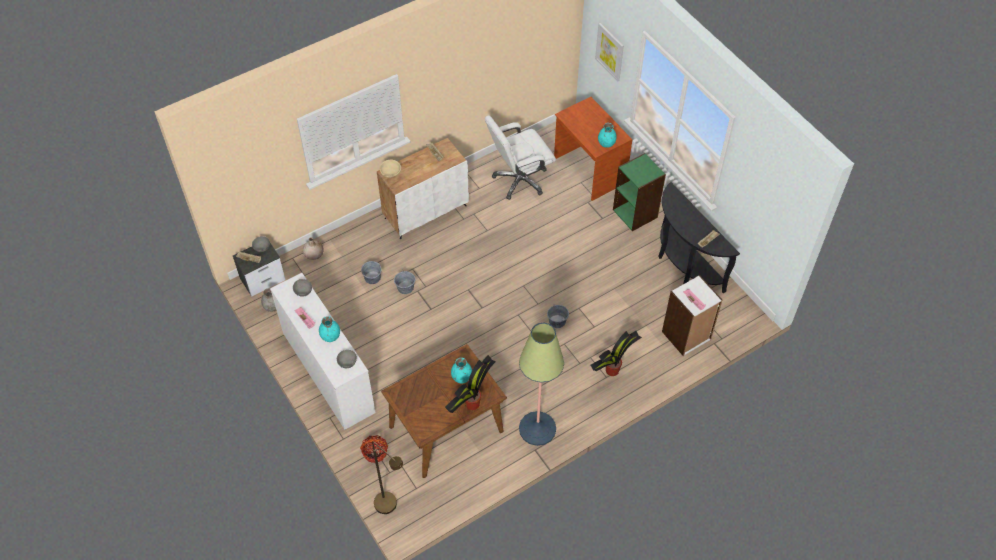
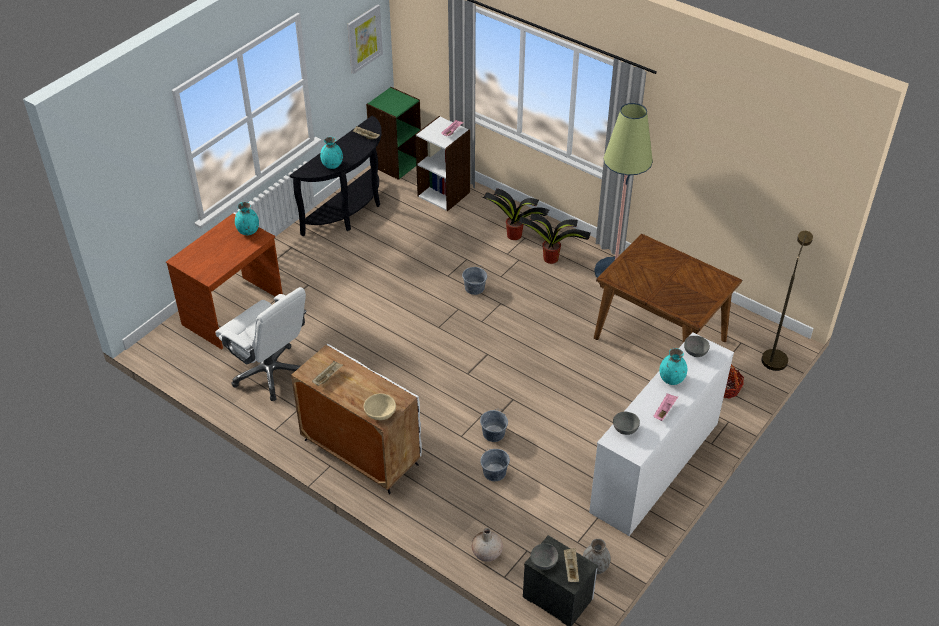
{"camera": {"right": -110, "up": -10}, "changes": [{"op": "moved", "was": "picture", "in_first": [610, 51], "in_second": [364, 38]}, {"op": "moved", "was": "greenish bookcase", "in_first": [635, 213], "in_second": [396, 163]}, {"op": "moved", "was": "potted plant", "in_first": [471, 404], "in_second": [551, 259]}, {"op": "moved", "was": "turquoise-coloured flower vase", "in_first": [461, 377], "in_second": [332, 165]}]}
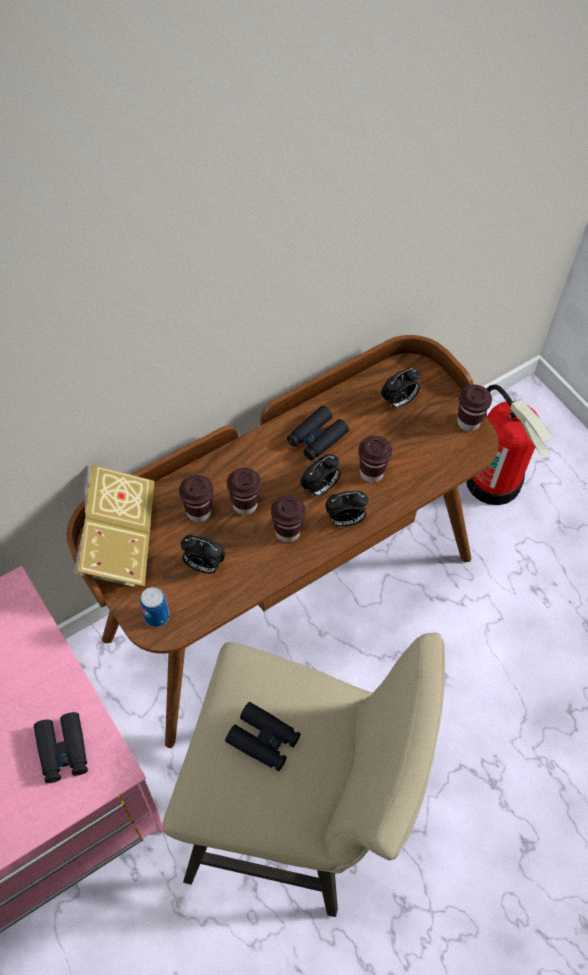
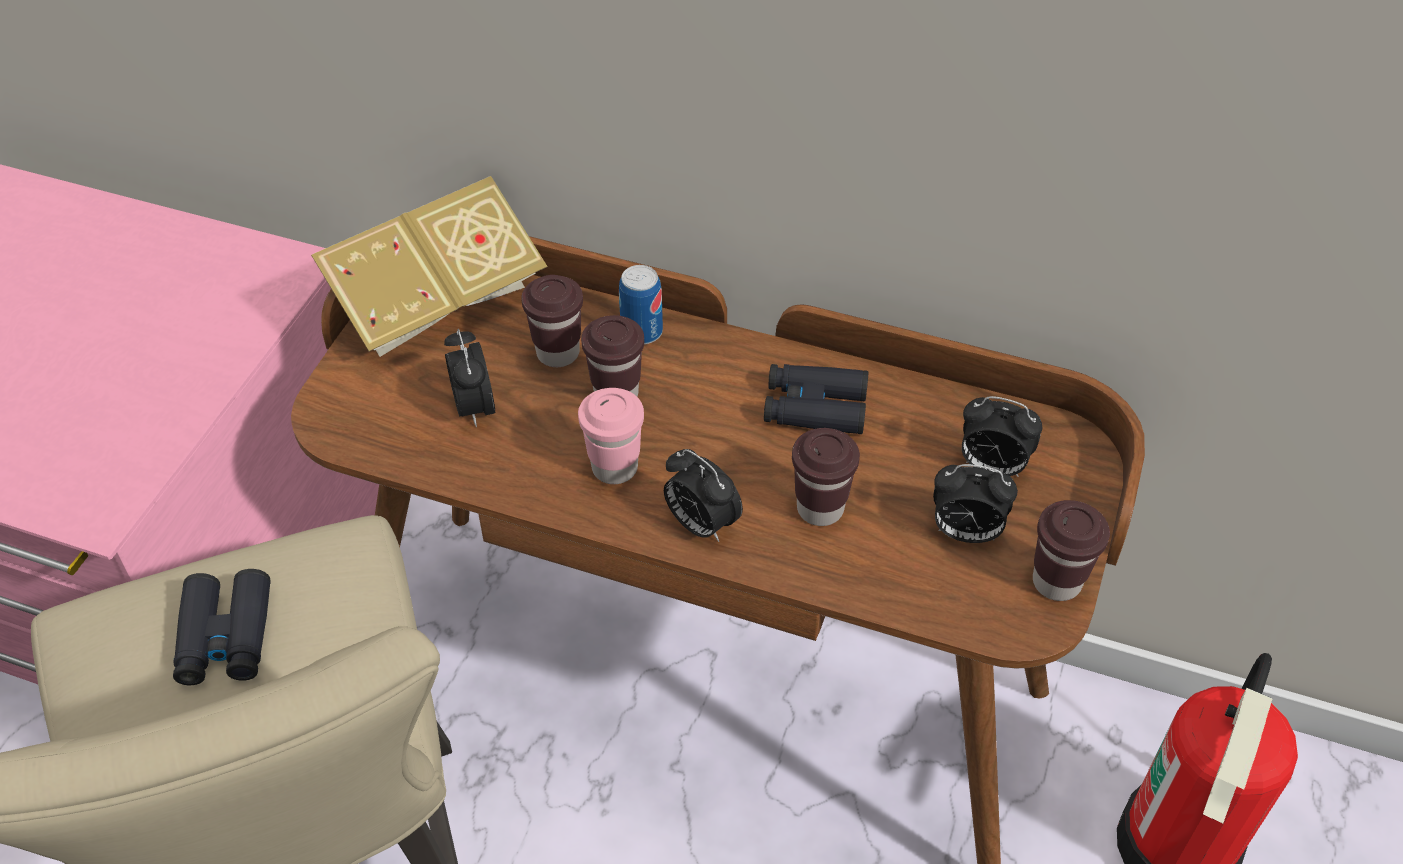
{"camera": {"right": 55, "up": -10}, "changes": [{"op": "moved", "was": "alarm clock", "in_first": [320, 488], "in_second": [965, 532]}, {"op": "recoloured", "was": "brown-coloured cup", "now": "pink cup", "in_first": [287, 532], "in_second": [614, 468]}, {"op": "moved", "was": "metal can", "in_first": [156, 616], "in_second": [642, 332]}, {"op": "removed", "was": "black-coloured pair of binoculars", "in_first": [63, 750]}]}
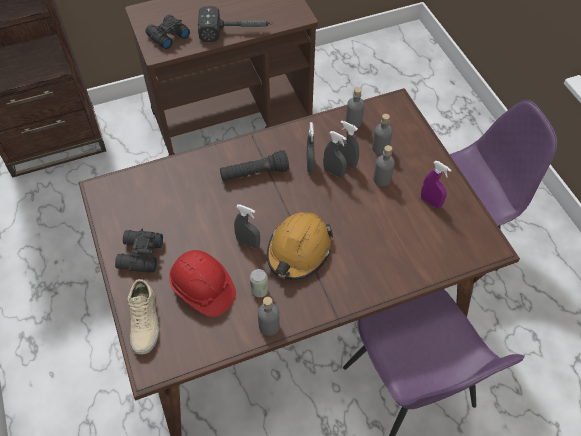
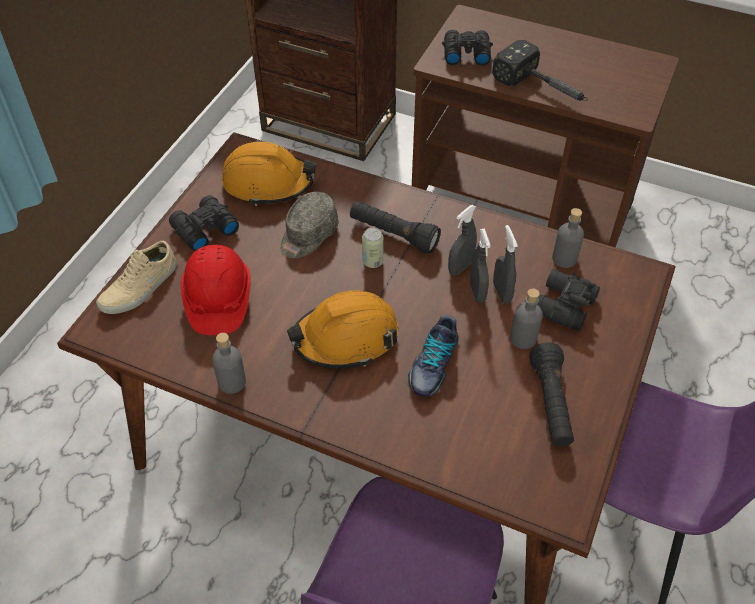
{"camera": {"right": 45, "up": -5}, "changes": [{"op": "replaced", "was": "gray bottle", "now": "black-coloured pair of binoculars", "in_first": [380, 148], "in_second": [562, 306]}, {"op": "replaced", "was": "purple-coloured sprayer", "now": "black-coloured flashlight", "in_first": [430, 202], "in_second": [551, 404]}, {"op": "removed", "was": "gray sprayer", "in_first": [248, 243]}, {"op": "moved", "was": "metal can", "in_first": [259, 290], "in_second": [372, 261]}, {"op": "added", "now": "orangey safety helmet", "in_second": [268, 183]}, {"op": "added", "now": "gray peaked cap", "in_second": [308, 235]}, {"op": "added", "now": "item of footwear", "in_second": [432, 364]}]}
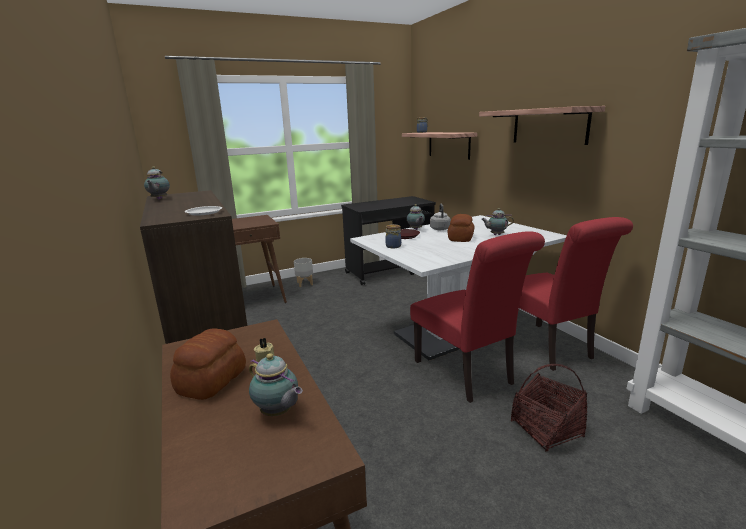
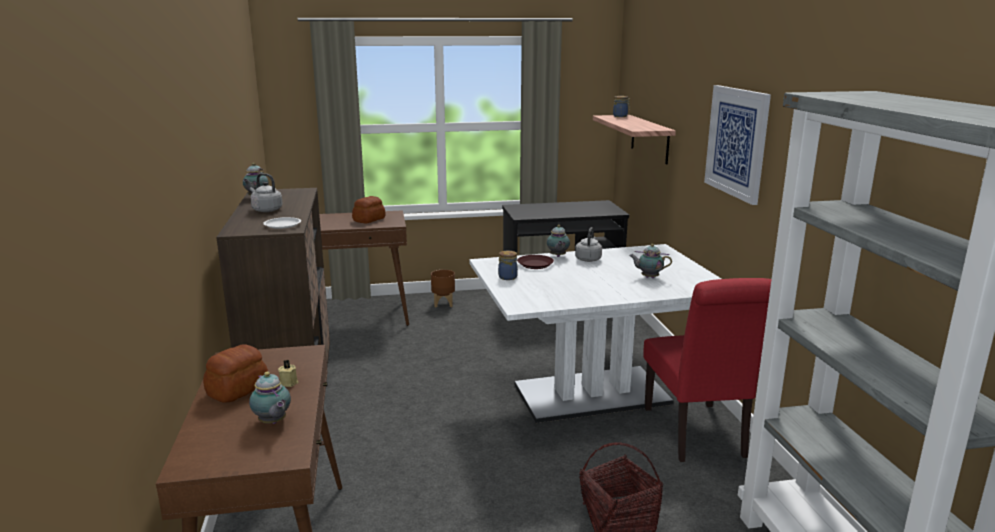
{"camera": {"right": 15, "up": 0}, "changes": [{"op": "replaced", "was": "wall shelf", "now": "picture", "in_first": [549, 126], "in_second": [736, 142]}, {"op": "moved", "was": "baked bread", "in_first": [461, 238], "in_second": [369, 220]}, {"op": "removed", "was": "red-coloured chair", "in_first": [467, 374]}, {"op": "recoloured", "was": "gray planter", "now": "brown-coloured planter", "in_first": [304, 283], "in_second": [443, 303]}, {"op": "added", "now": "gray water kettle", "in_second": [266, 210]}]}
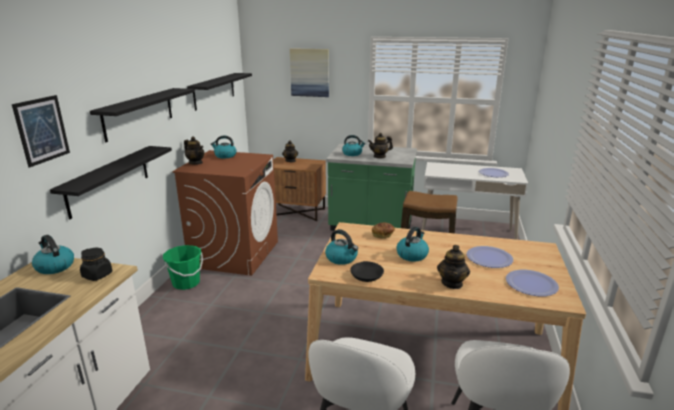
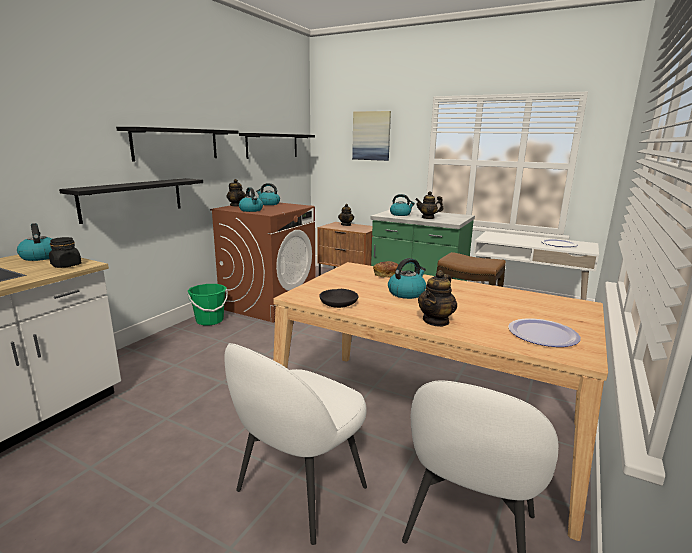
{"camera": {"right": 15, "up": -5}, "changes": [{"op": "removed", "was": "picture", "in_first": [42, 130]}, {"op": "moved", "was": "water kettle", "in_first": [342, 258], "in_second": [251, 210]}, {"op": "removed", "was": "plate", "in_first": [489, 258]}]}
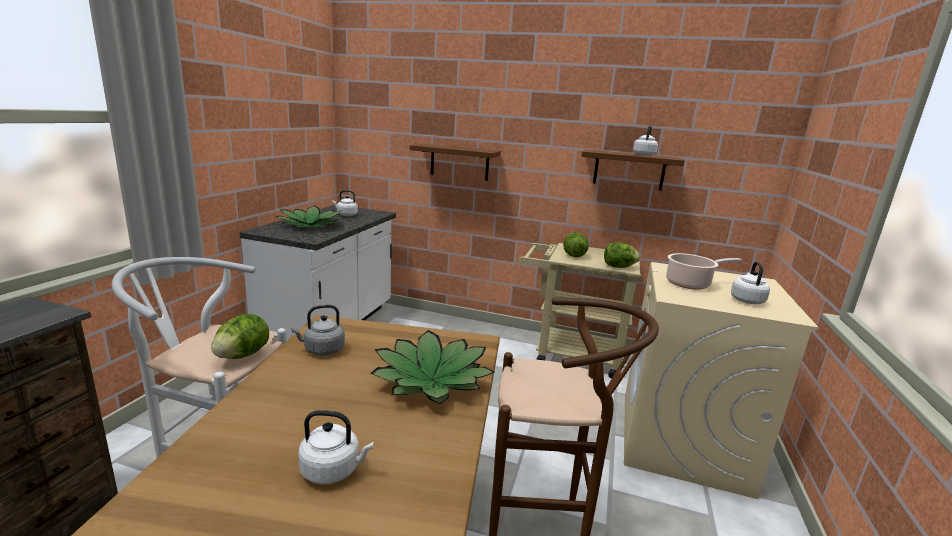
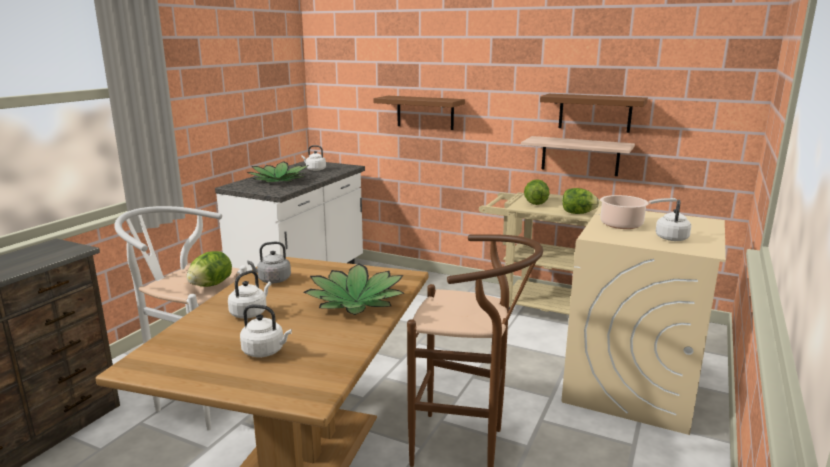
{"camera": {"right": 10, "up": 0}, "changes": [{"op": "moved", "was": "white water kettle", "in_first": [644, 155], "in_second": [250, 313]}, {"op": "added", "now": "wall shelf", "in_second": [580, 156]}]}
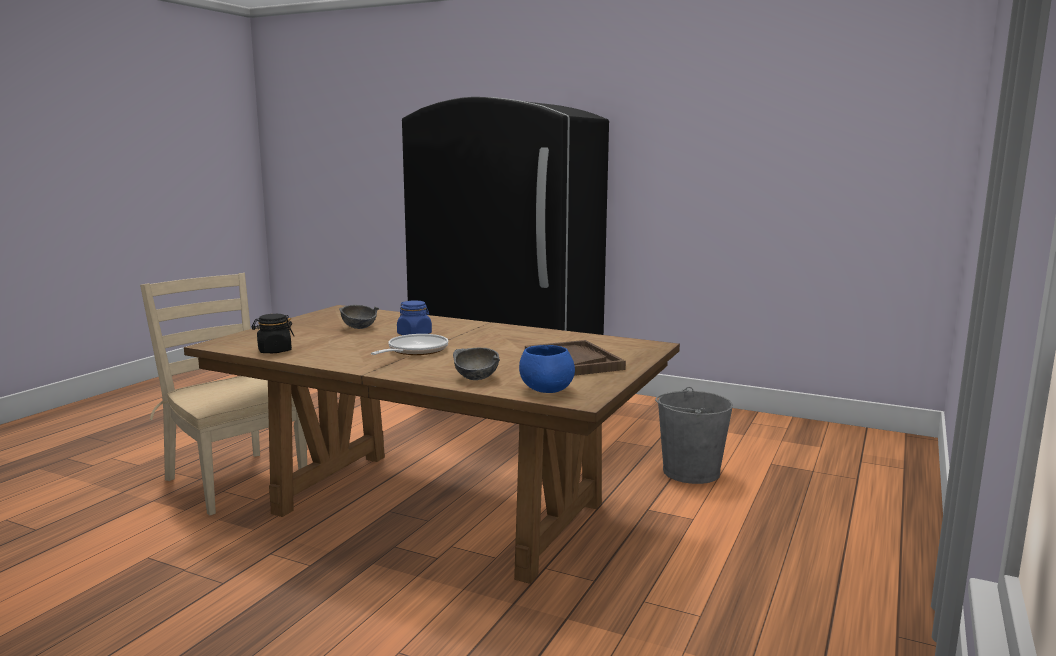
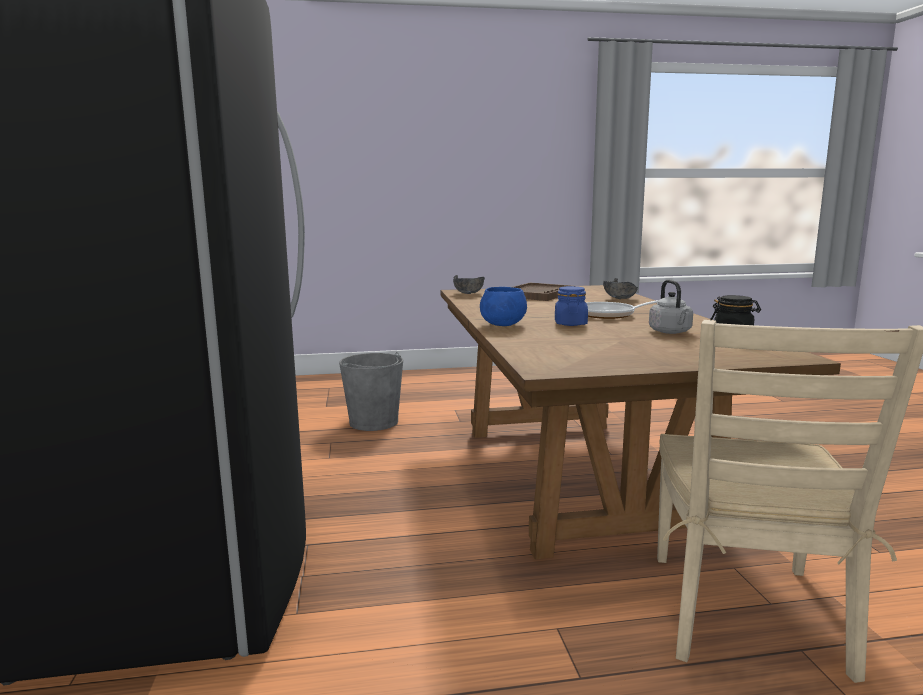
{"camera": {"right": -125, "up": 0}, "changes": [{"op": "moved", "was": "gray bowl", "in_first": [359, 327], "in_second": [468, 293]}, {"op": "moved", "was": "blue-coloured bowl", "in_first": [546, 390], "in_second": [502, 325]}, {"op": "added", "now": "gray water kettle", "in_second": [671, 332]}]}
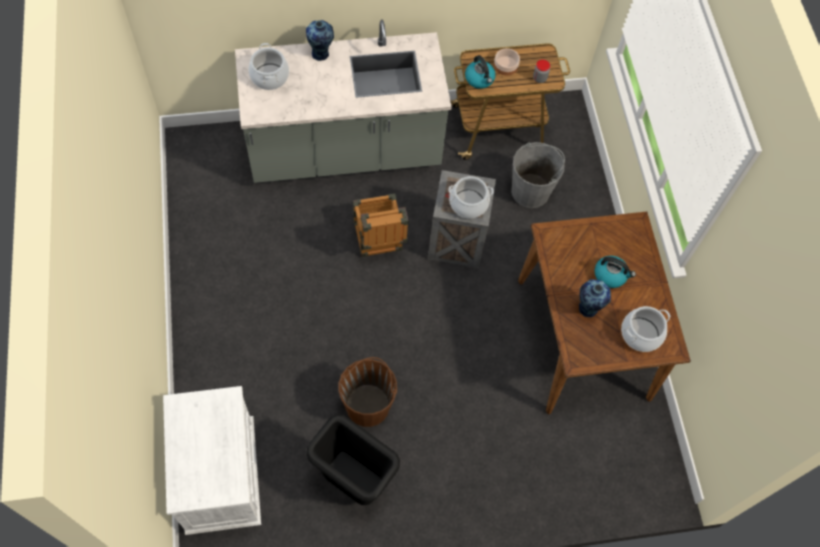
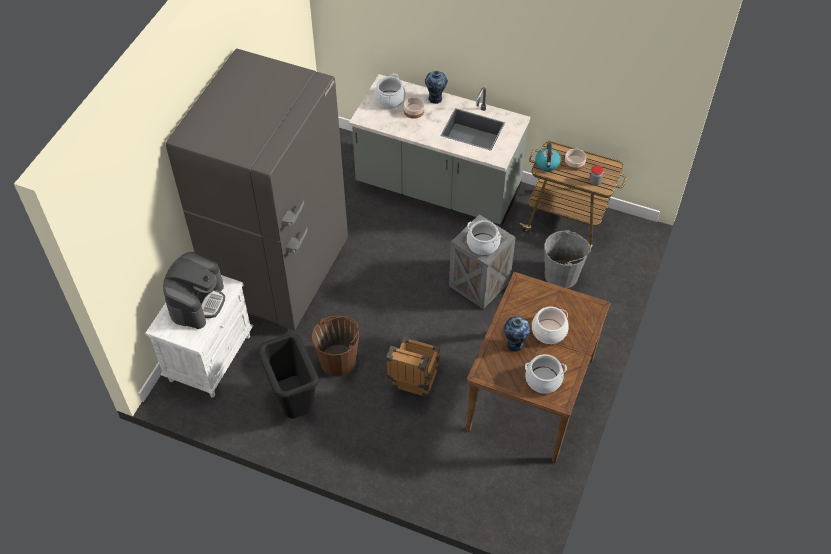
{"camera": {"right": 35, "up": -10}, "changes": [{"op": "moved", "was": "shipping crate", "in_first": [378, 242], "in_second": [413, 382]}, {"op": "replaced", "was": "water kettle", "now": "stockpot", "in_first": [610, 275], "in_second": [549, 331]}, {"op": "added", "now": "gray fridge", "in_second": [281, 272]}, {"op": "added", "now": "bowl", "in_second": [413, 111]}, {"op": "added", "now": "coffee machine", "in_second": [197, 301]}]}
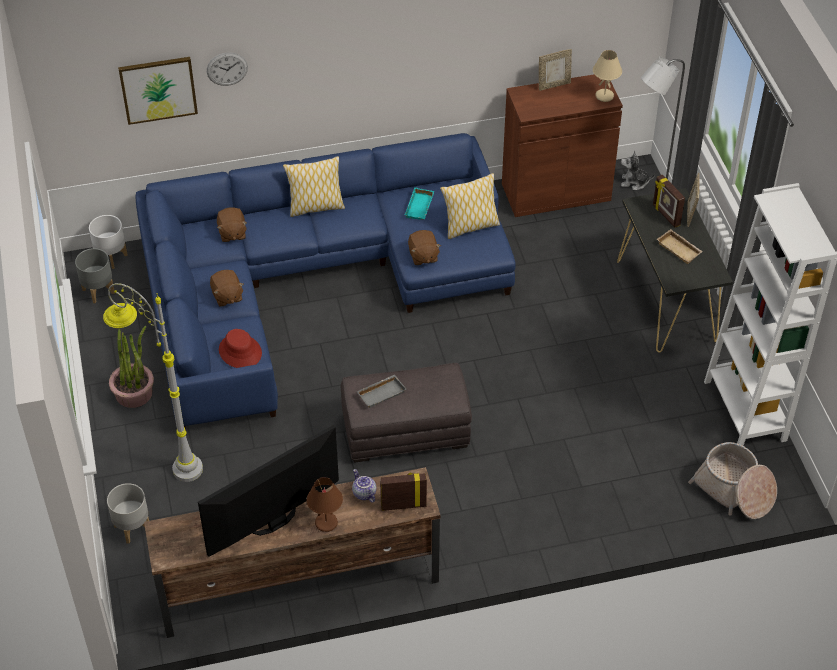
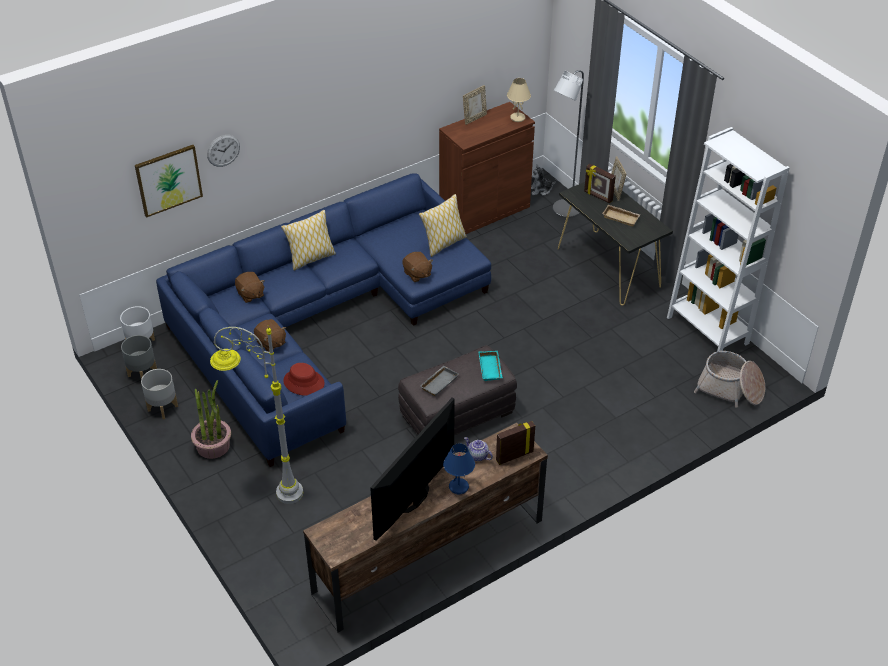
{"camera": {"right": -20, "up": -5}, "changes": [{"op": "moved", "was": "turquoise-coloured carrying tray", "in_first": [420, 207], "in_second": [491, 368]}, {"op": "recoloured", "was": "brown-coloured table lamp", "now": "blue-coloured table lamp", "in_first": [326, 522], "in_second": [459, 486]}, {"op": "moved", "was": "gray planter", "in_first": [132, 528], "in_second": [162, 408]}]}
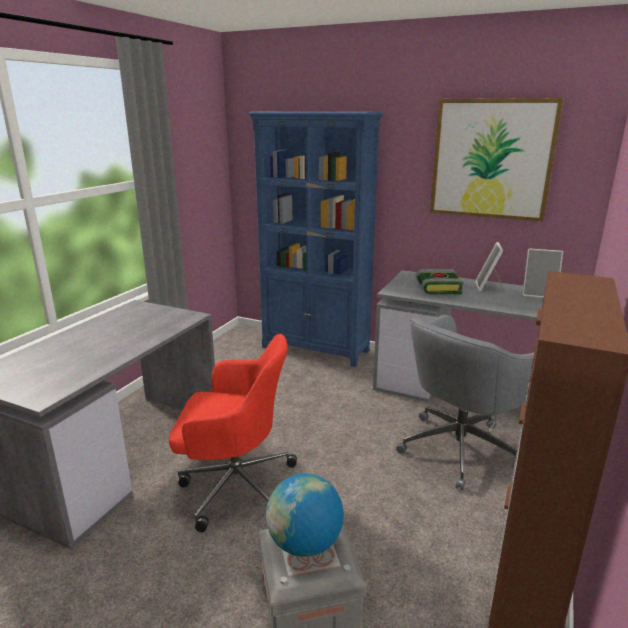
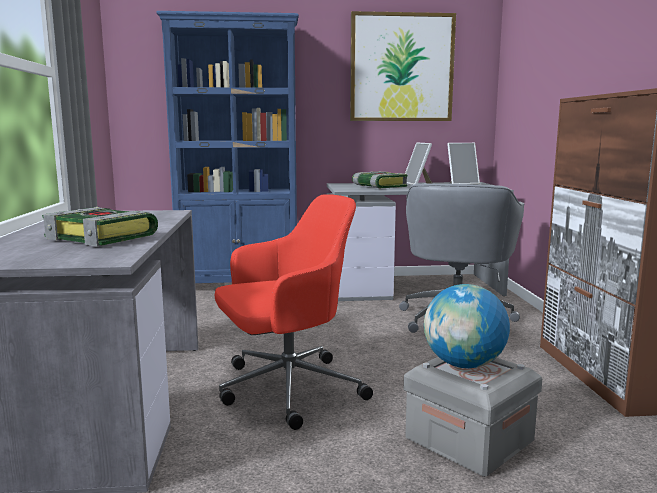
{"camera": {"right": -30, "up": -10}, "changes": [{"op": "added", "now": "volume", "in_second": [103, 237]}]}
